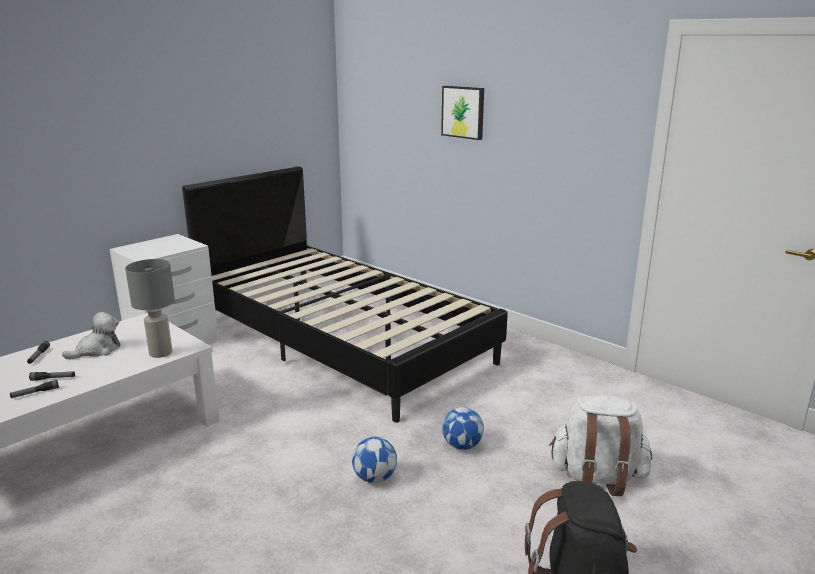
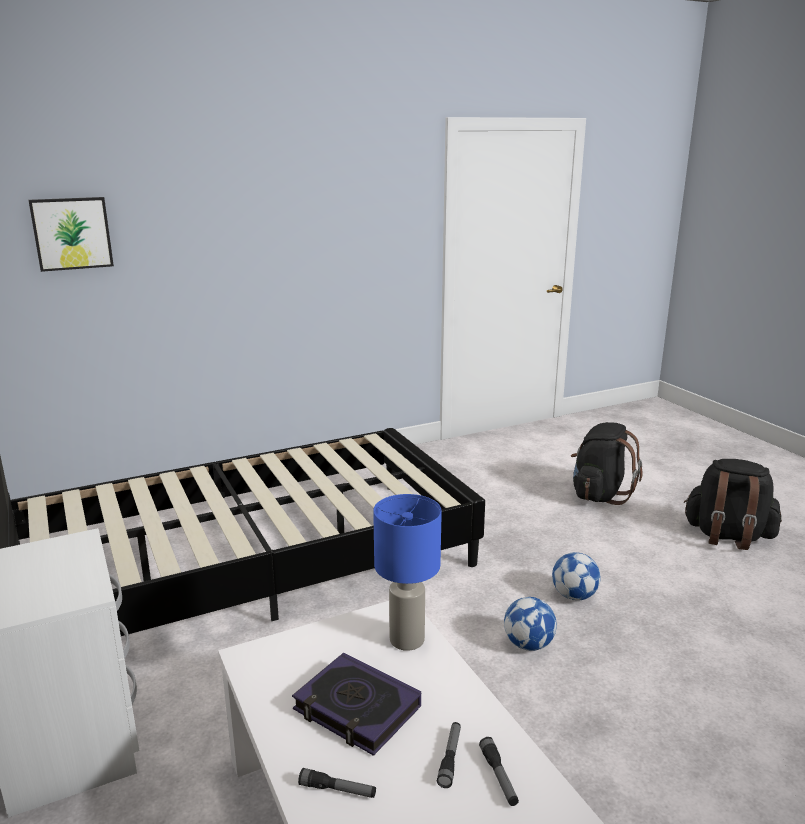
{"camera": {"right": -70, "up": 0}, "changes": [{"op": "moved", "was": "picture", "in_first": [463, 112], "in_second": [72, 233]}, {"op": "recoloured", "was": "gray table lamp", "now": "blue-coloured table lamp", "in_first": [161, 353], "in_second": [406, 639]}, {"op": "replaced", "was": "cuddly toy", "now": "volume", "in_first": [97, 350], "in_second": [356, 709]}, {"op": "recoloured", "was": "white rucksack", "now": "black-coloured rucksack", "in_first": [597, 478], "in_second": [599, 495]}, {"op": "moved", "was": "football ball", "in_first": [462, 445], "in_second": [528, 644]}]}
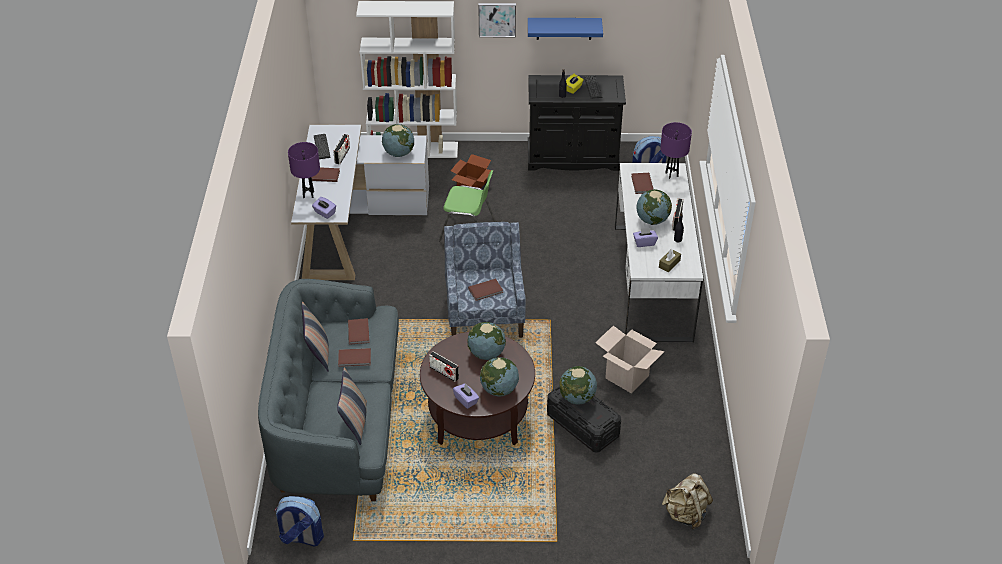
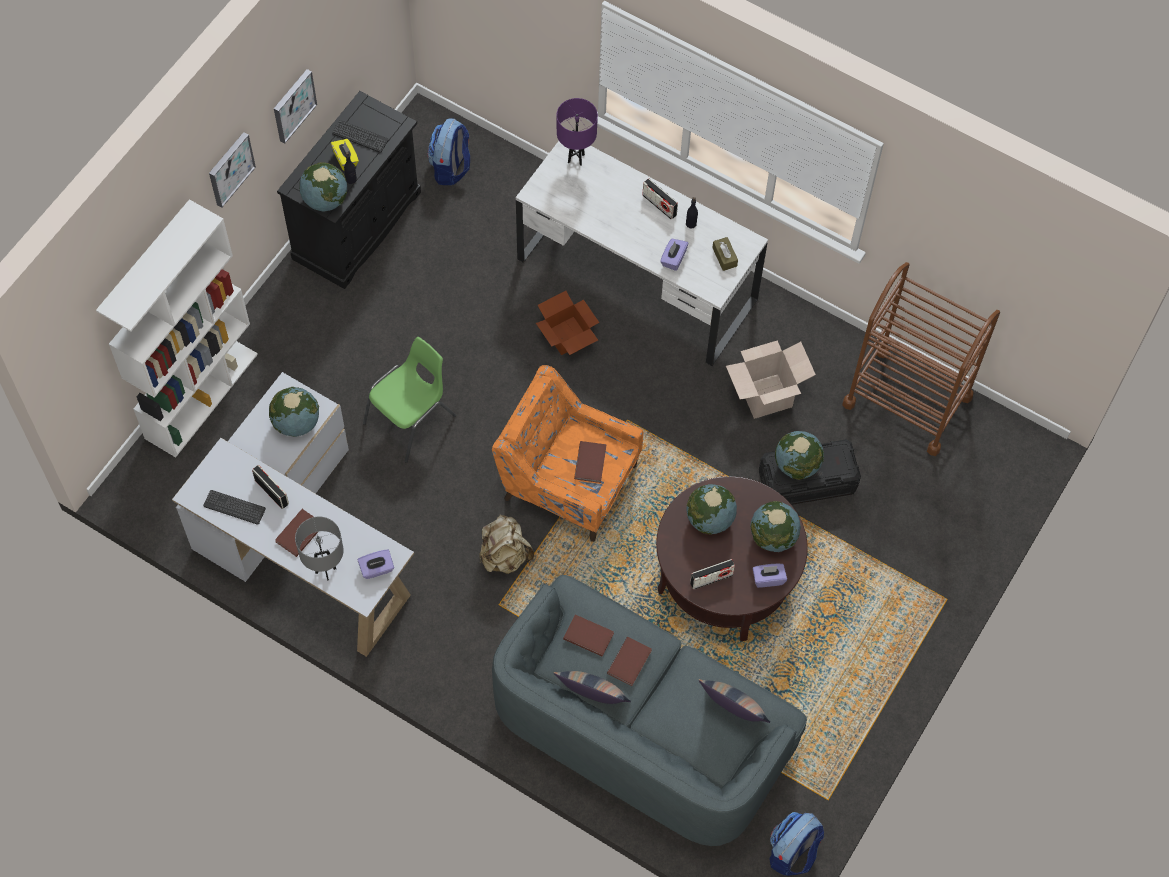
{"camera": {"right": -60, "up": 20}, "changes": [{"op": "replaced", "was": "blue-coloured wall shelf", "now": "picture", "in_first": [564, 28], "in_second": [293, 105]}, {"op": "recoloured", "was": "purple-coloured table lamp", "now": "gray table lamp", "in_first": [308, 194], "in_second": [325, 571]}, {"op": "moved", "was": "cardboard box", "in_first": [471, 184], "in_second": [567, 337]}, {"op": "removed", "was": "brown-coloured volume", "in_first": [641, 184]}, {"op": "moved", "was": "world globe", "in_first": [652, 220], "in_second": [325, 200]}, {"op": "recoloured", "was": "blue-coloured easy chair", "now": "orangey easy chair", "in_first": [485, 312], "in_second": [568, 480]}, {"op": "moved", "was": "beige rucksack", "in_first": [685, 514], "in_second": [504, 555]}, {"op": "added", "now": "brown-coloured wheeled cart", "in_second": [907, 400]}]}
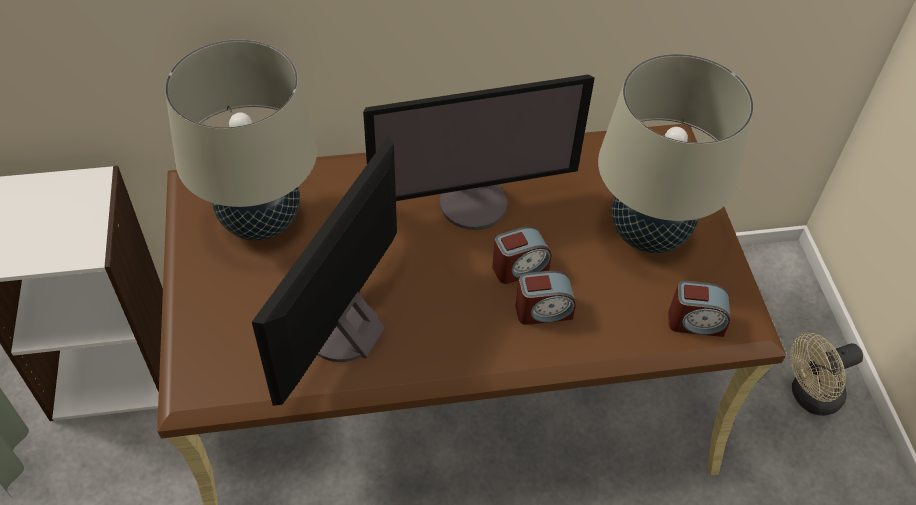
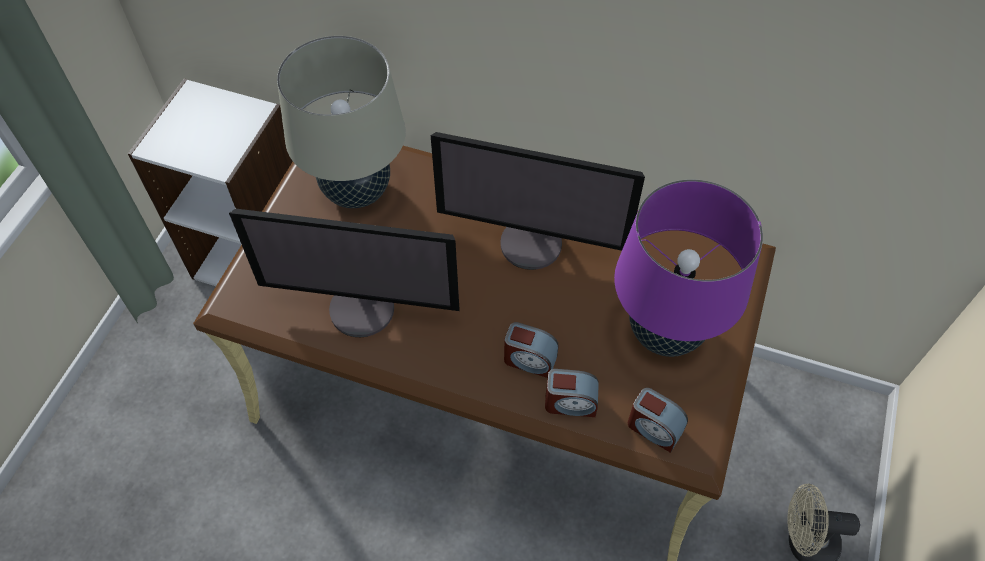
{"camera": {"right": 30, "up": 5}, "changes": [{"op": "recoloured", "was": "beige table lamp", "now": "purple-coloured table lamp", "in_first": [648, 233], "in_second": [665, 332]}, {"op": "turned", "was": "computer screen", "in_first": [344, 332], "in_second": [363, 307], "clockwise": -135}, {"op": "moved", "was": "alarm clock", "in_first": [519, 267], "in_second": [570, 403]}]}
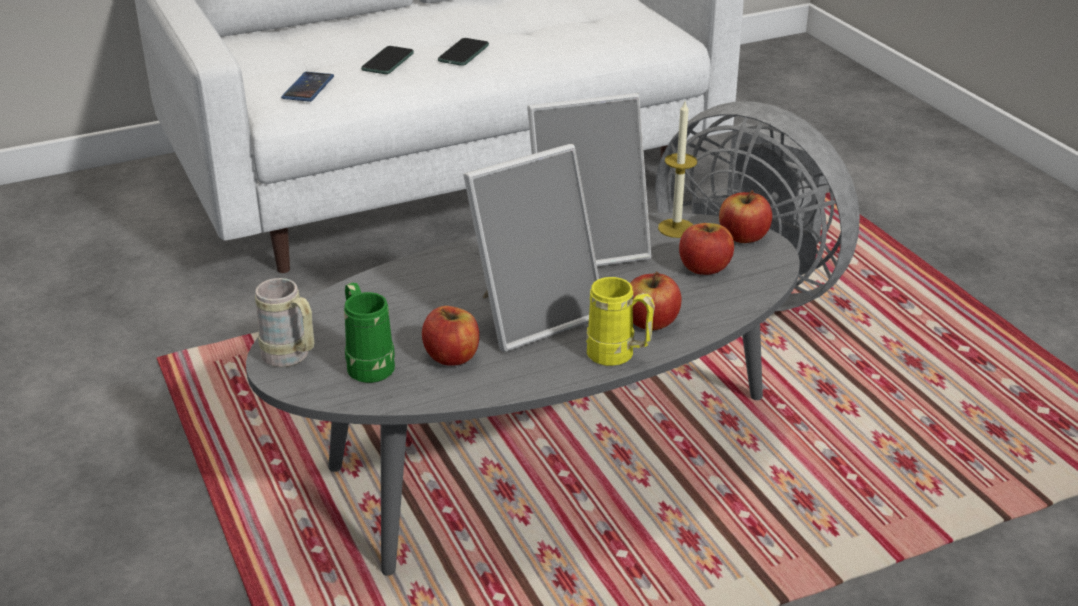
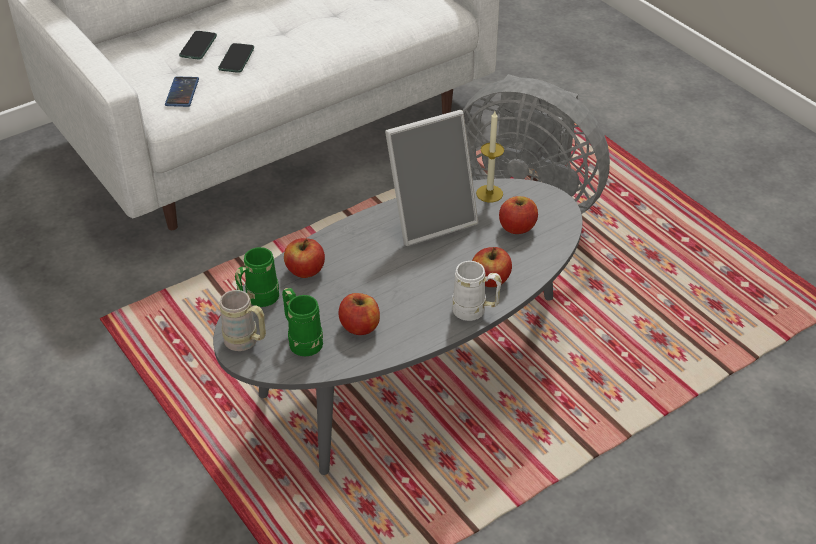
{"camera": {"right": -10, "up": 10}, "changes": [{"op": "moved", "was": "phone", "in_first": [463, 53], "in_second": [198, 46]}, {"op": "removed", "was": "picture frame", "in_first": [533, 314]}, {"op": "moved", "was": "apple fruit", "in_first": [743, 237], "in_second": [305, 270]}, {"op": "recoloured", "was": "yellowish coffee mug", "now": "white coffee mug", "in_first": [618, 357], "in_second": [475, 312]}, {"op": "added", "now": "greenish coffee mug", "in_second": [258, 300]}]}
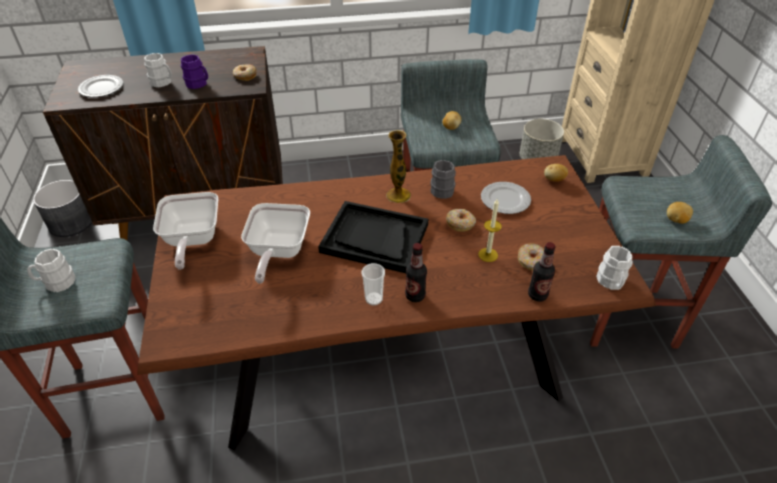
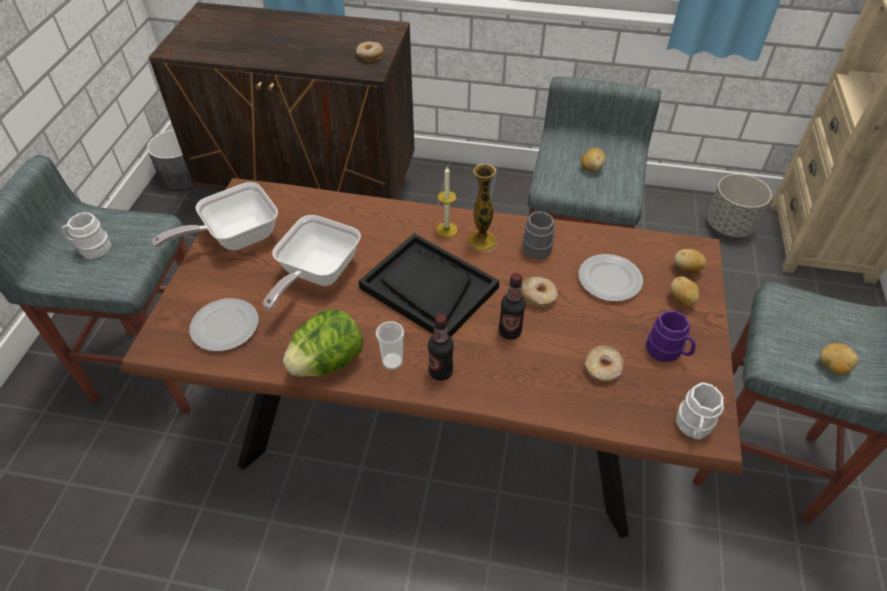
{"camera": {"right": 20, "up": 5}, "changes": [{"op": "removed", "was": "white coffee mug", "in_first": [163, 83]}, {"op": "moved", "was": "purple-coloured coffee mug", "in_first": [198, 84], "in_second": [667, 352]}, {"op": "moved", "was": "plate", "in_first": [101, 88], "in_second": [224, 327]}, {"op": "turned", "was": "pan", "in_first": [192, 241], "in_second": [235, 237], "clockwise": 45}, {"op": "moved", "was": "candle", "in_first": [488, 255], "in_second": [446, 229]}, {"op": "moved", "was": "bottle", "in_first": [537, 295], "in_second": [510, 331]}, {"op": "added", "now": "potato", "in_second": [682, 299]}, {"op": "added", "now": "lettuce head", "in_second": [328, 362]}]}
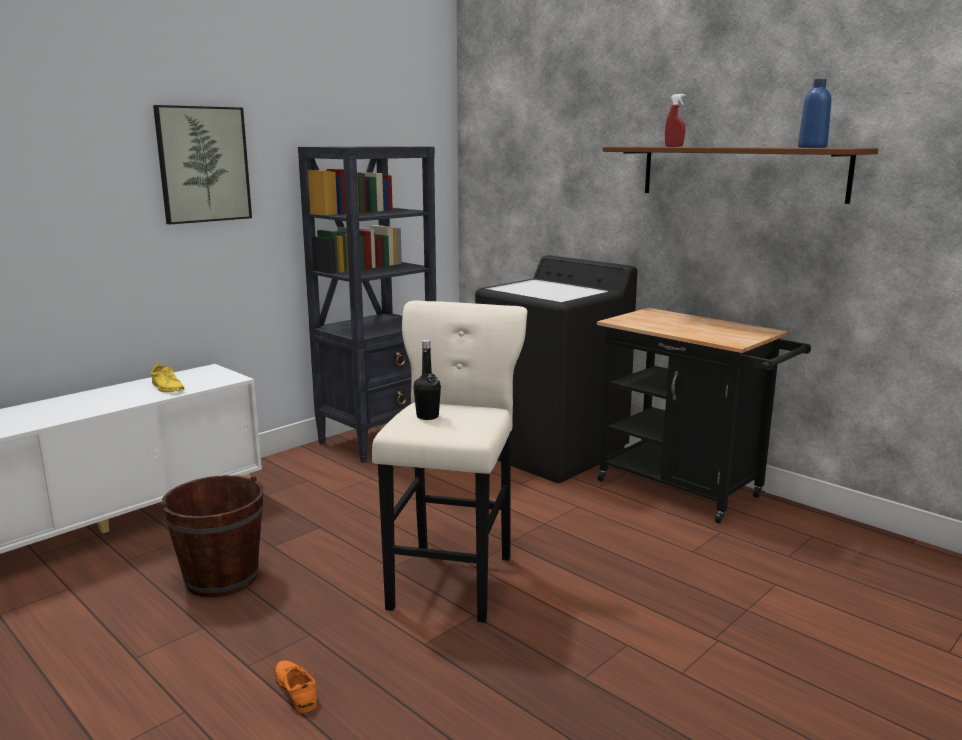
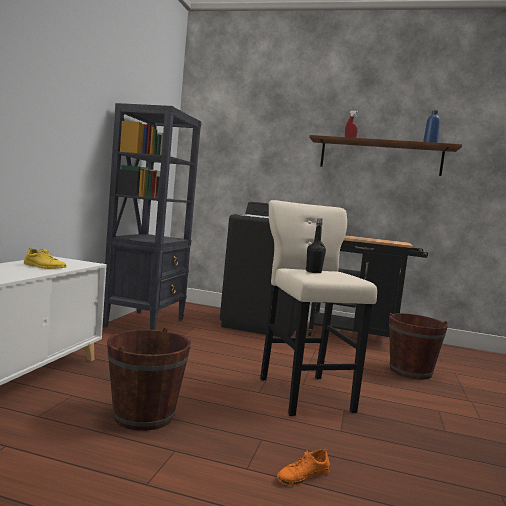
{"camera": {"right": -30, "up": -10}, "changes": [{"op": "removed", "was": "picture", "in_first": [203, 164]}, {"op": "turned", "was": "orangey item of footwear", "in_first": [296, 690], "in_second": [303, 475], "clockwise": -60}, {"op": "added", "now": "brown-coloured bucket", "in_second": [410, 371]}]}
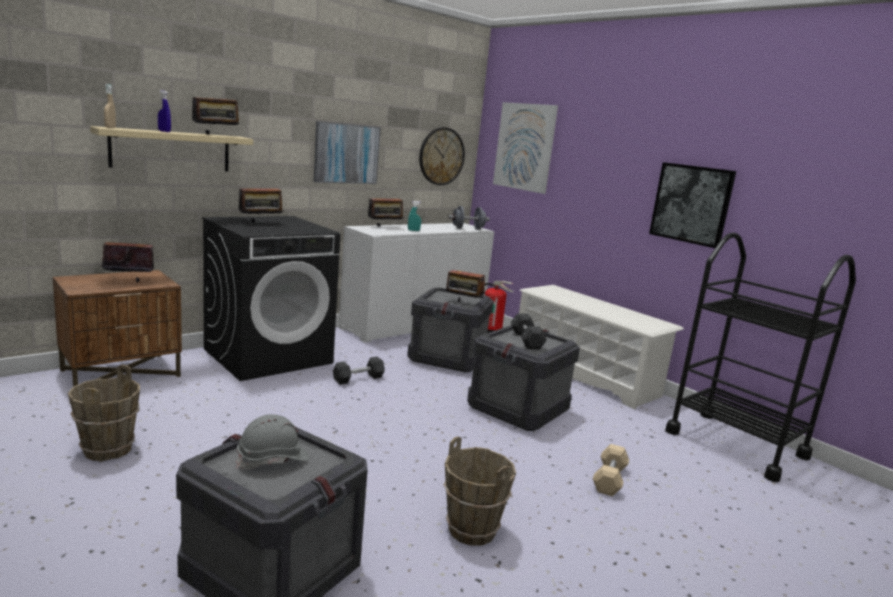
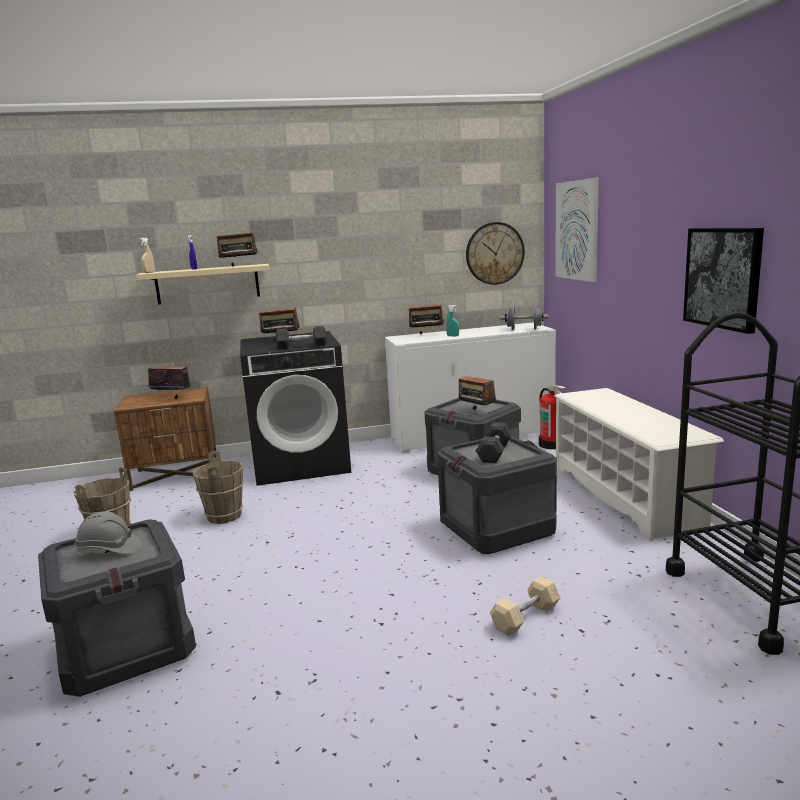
{"camera": {"right": 30, "up": 0}, "changes": [{"op": "removed", "was": "picture", "in_first": [346, 153]}, {"op": "moved", "was": "gray hand weight", "in_first": [358, 379], "in_second": [302, 346]}, {"op": "moved", "was": "brown-coloured bucket", "in_first": [472, 530], "in_second": [225, 516]}]}
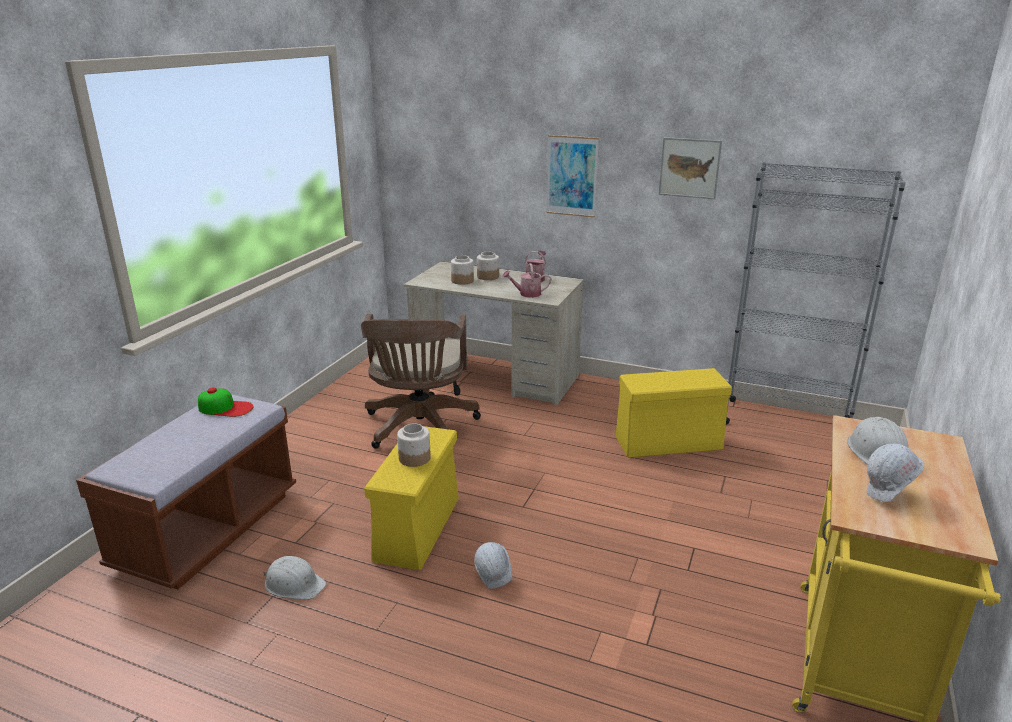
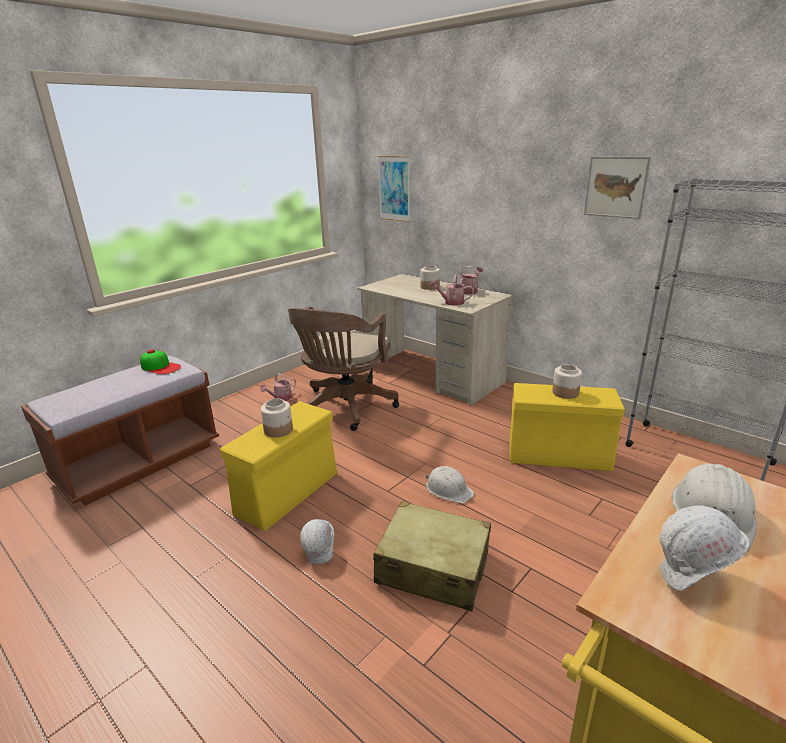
{"camera": {"right": 20, "up": 0}, "changes": [{"op": "moved", "was": "picture", "in_first": [572, 176], "in_second": [394, 188]}, {"op": "moved", "was": "preserve jar", "in_first": [462, 281], "in_second": [565, 392]}, {"op": "moved", "was": "white safety helmet", "in_first": [294, 584], "in_second": [448, 489]}, {"op": "added", "now": "sprinkling can", "in_second": [280, 398]}, {"op": "added", "now": "beige piece of luggage", "in_second": [433, 568]}]}
